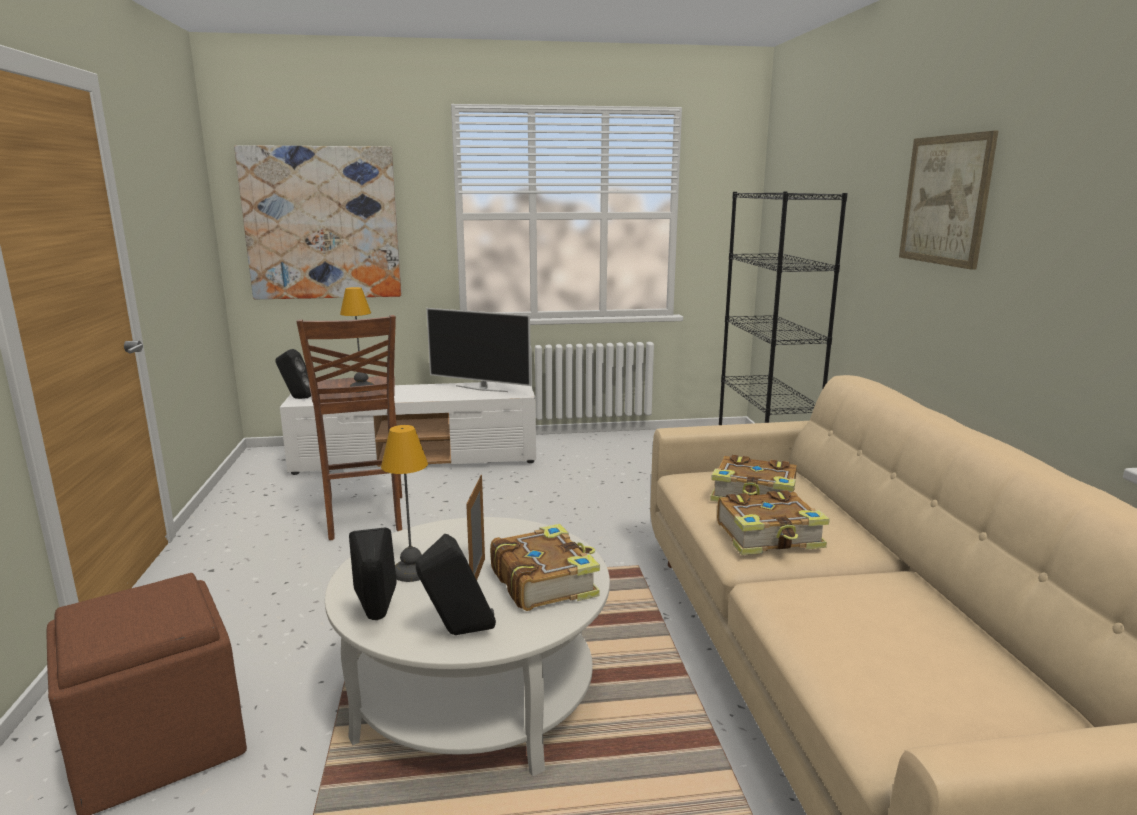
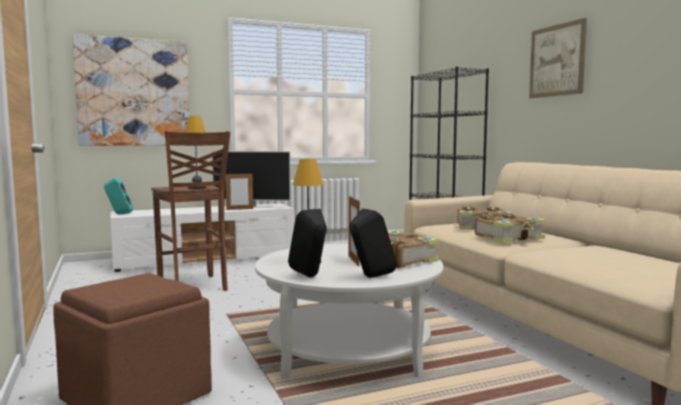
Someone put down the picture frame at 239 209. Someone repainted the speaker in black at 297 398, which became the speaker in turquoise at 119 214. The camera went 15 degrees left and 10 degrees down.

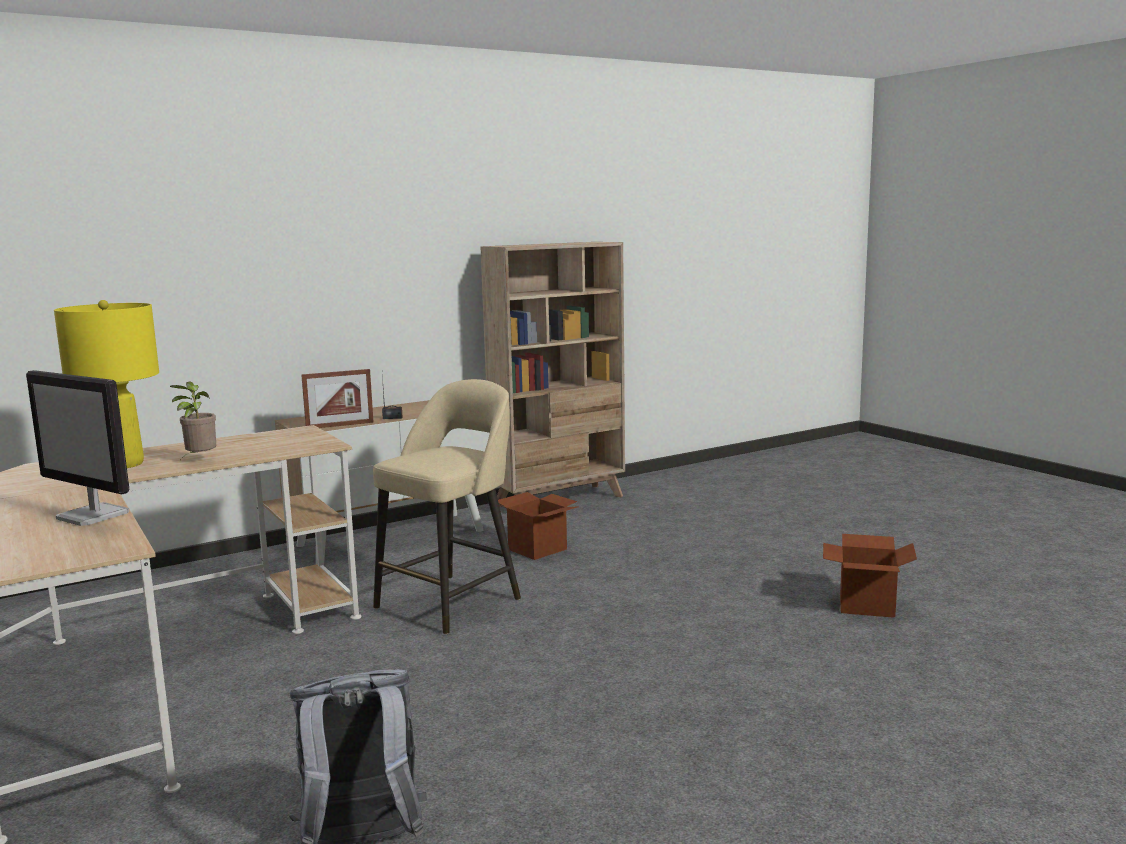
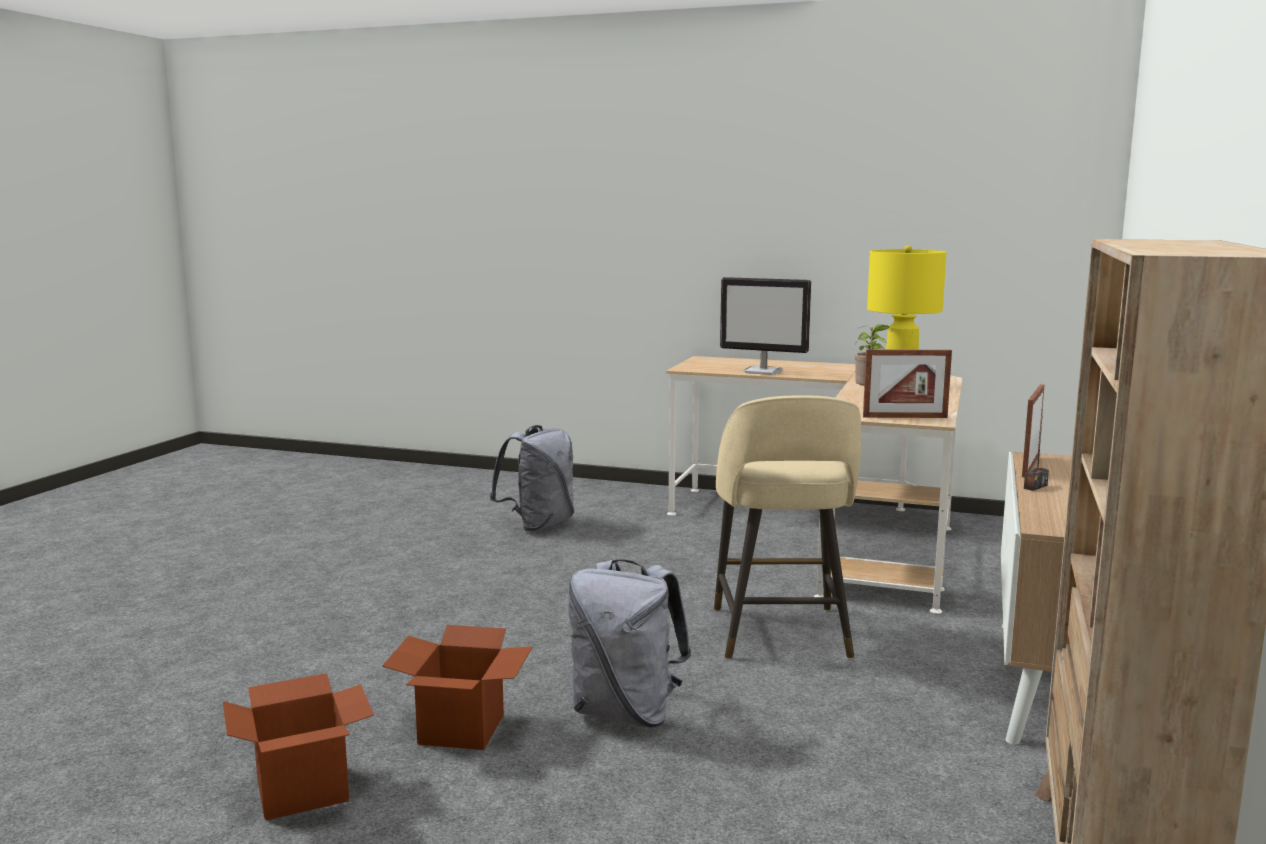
Someone put down the backpack in grey at 626 713. Someone put down the picture frame at 905 417. Someone carried the cardboard box from 537 549 to 461 729. Someone rotated the monitor at 94 516 by 150 degrees counterclockwise. The camera went 140 degrees right and 0 degrees up.

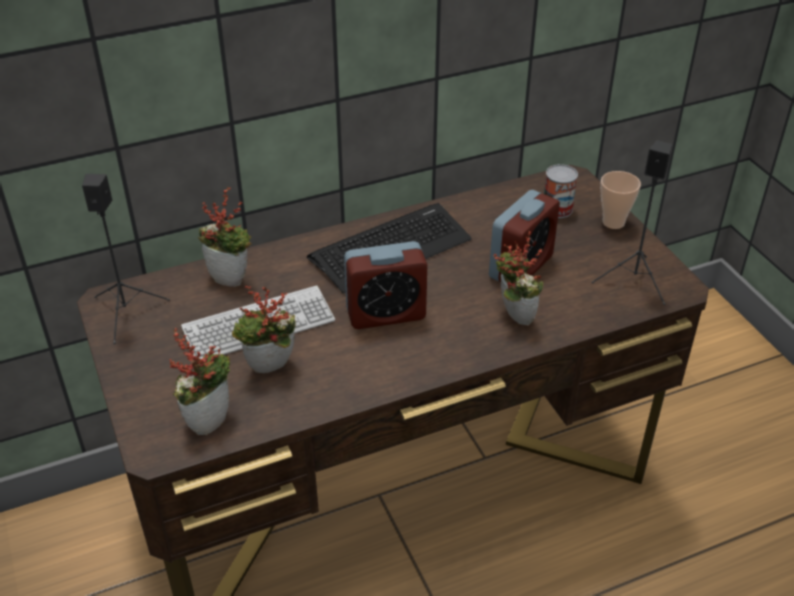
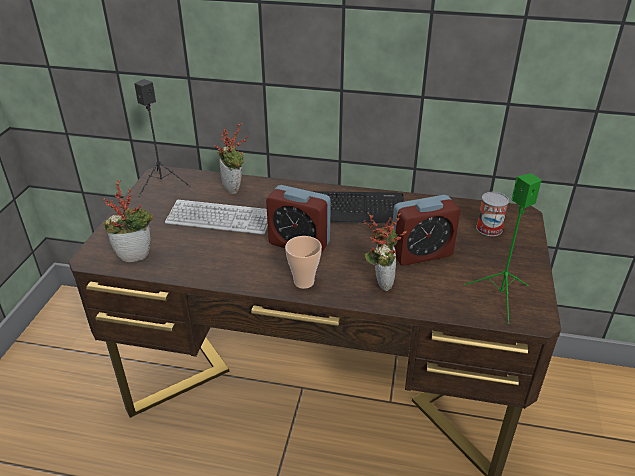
Someone took away the potted plant at 270 370. Someone carried the cup from 613 222 to 304 282. Someone repainted the speaker in black at 635 281, which became the speaker in green at 500 298. The camera went 35 degrees right and 5 degrees down.

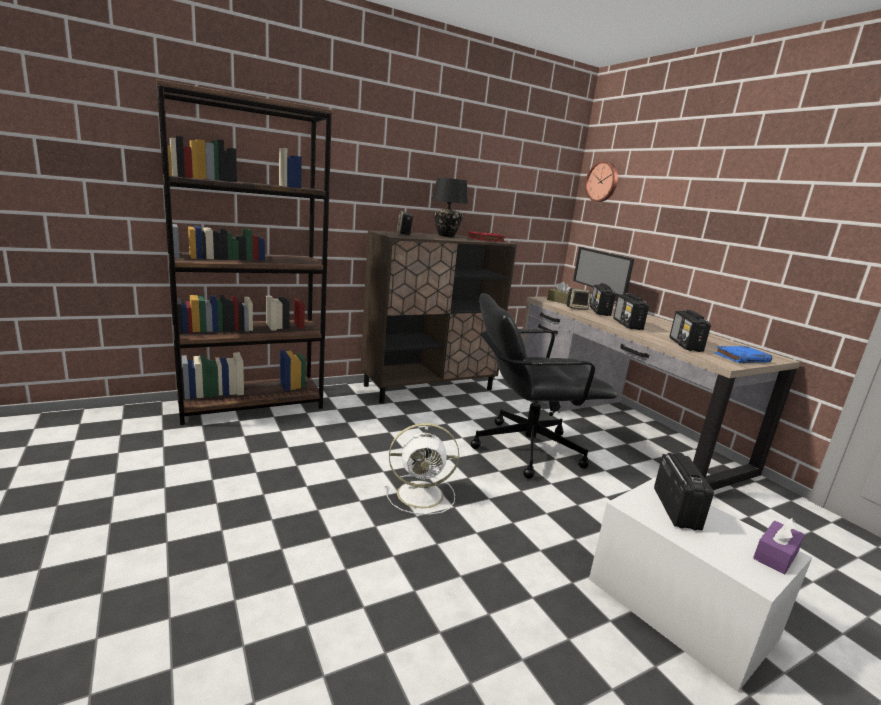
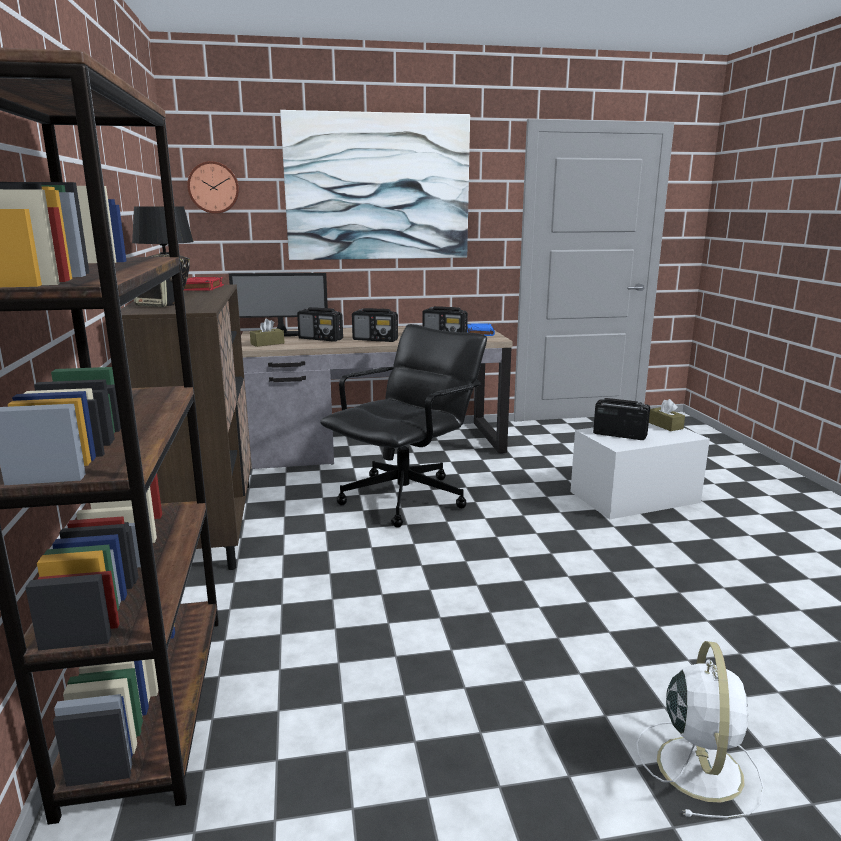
Someone took away the speaker at 577 308. Someone put up the picture at 378 187. Someone carried the fan in white from 422 494 to 698 765. Someone repainted the tissue box in purple at 775 555, which became the tissue box in brown at 665 425. Someone rotated the office chair in black at 525 448 by 150 degrees counterclockwise. The camera went 70 degrees left and 0 degrees up.

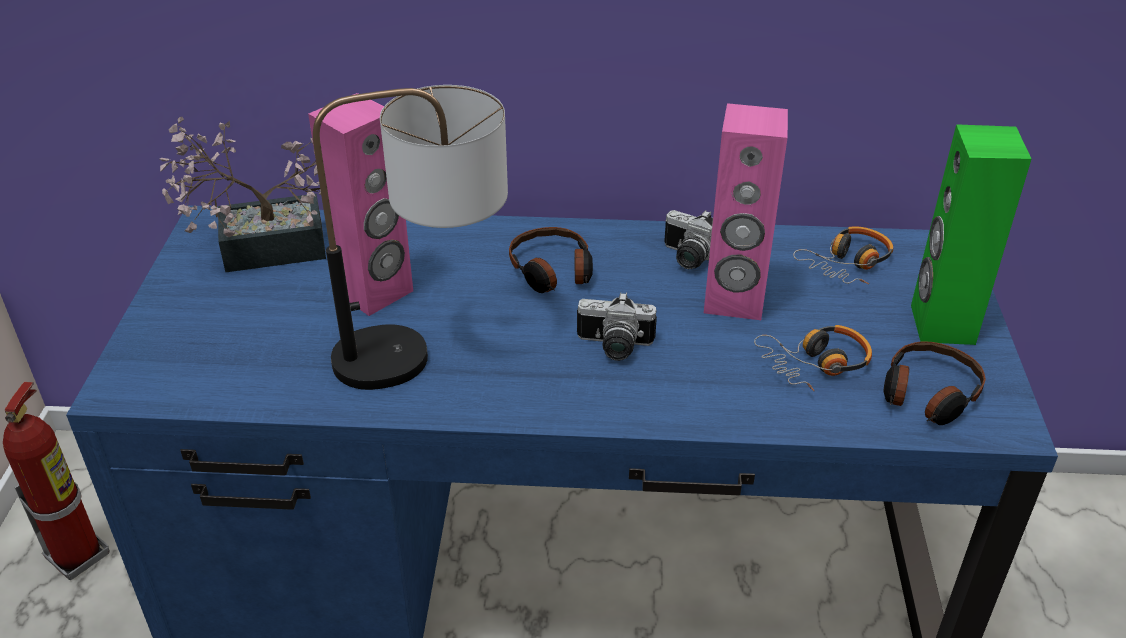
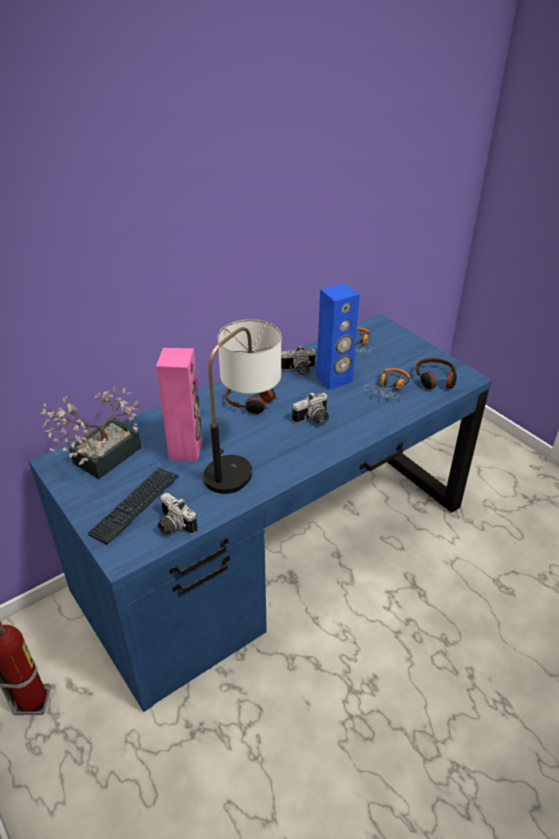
Someone took away the speaker in green at 941 324. Someone put down the keyboard at 135 505. Someone put down the photo camera at 173 526. Someone repainted the speaker in pink at 734 301, which became the speaker in blue at 334 379. The camera went 40 degrees left and 0 degrees up.

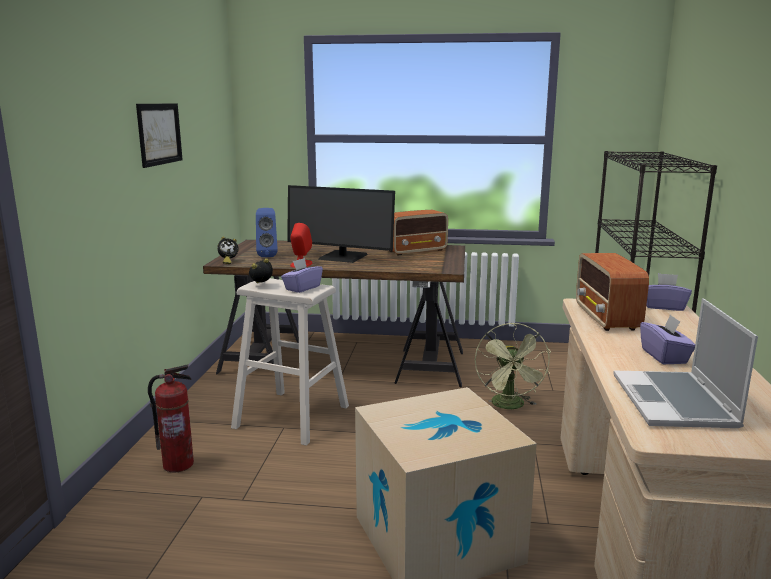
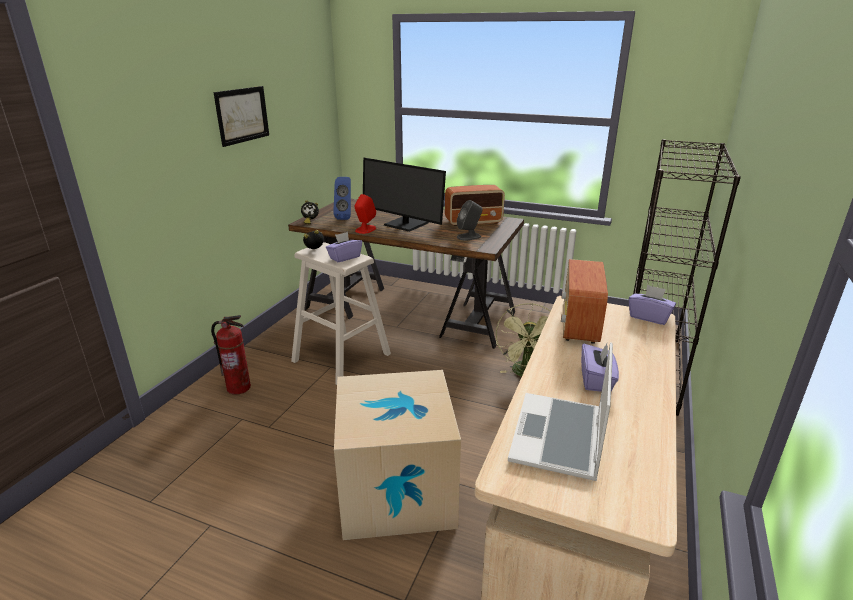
Someone put down the speaker in grey at 469 236. The camera went 15 degrees right and 10 degrees up.

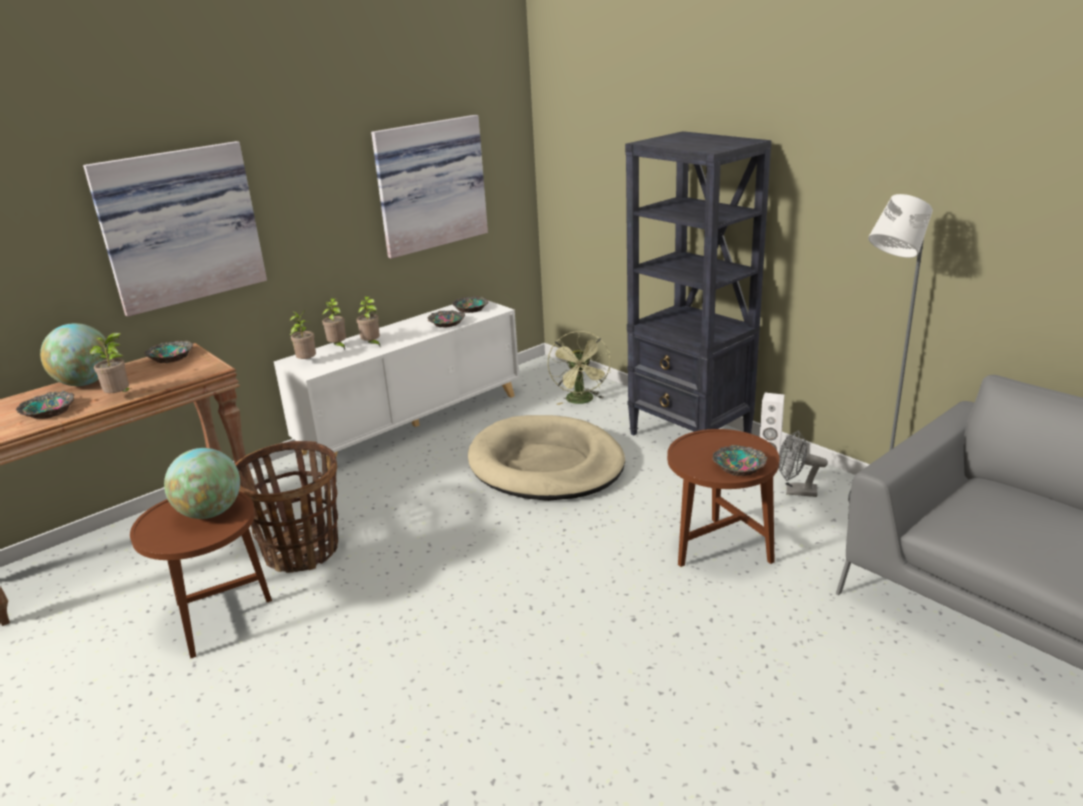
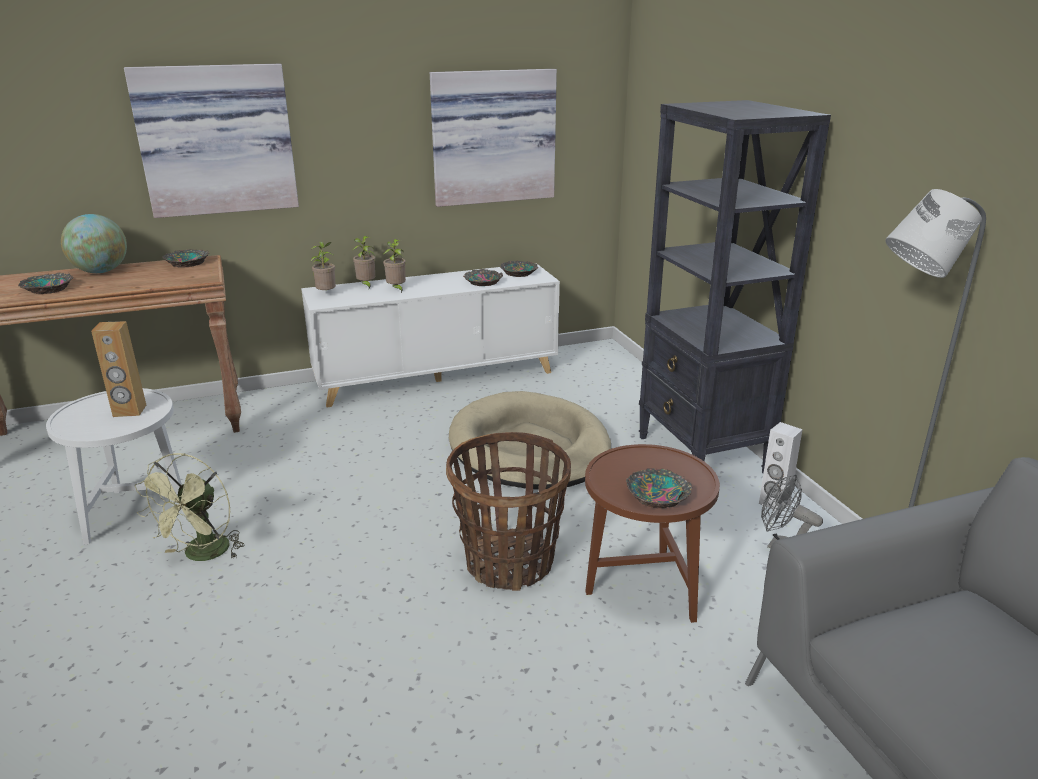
Someone took away the potted plant at 120 396. Someone carried the basket from 301 550 to 509 562. Someone carried the fan in green from 581 401 to 202 555. Someone swapped the globe at 210 513 for the speaker in brown at 129 411. Someone repainted the side table in brown at 219 617, which became the side table in white at 136 513. The camera went 20 degrees right and 0 degrees up.

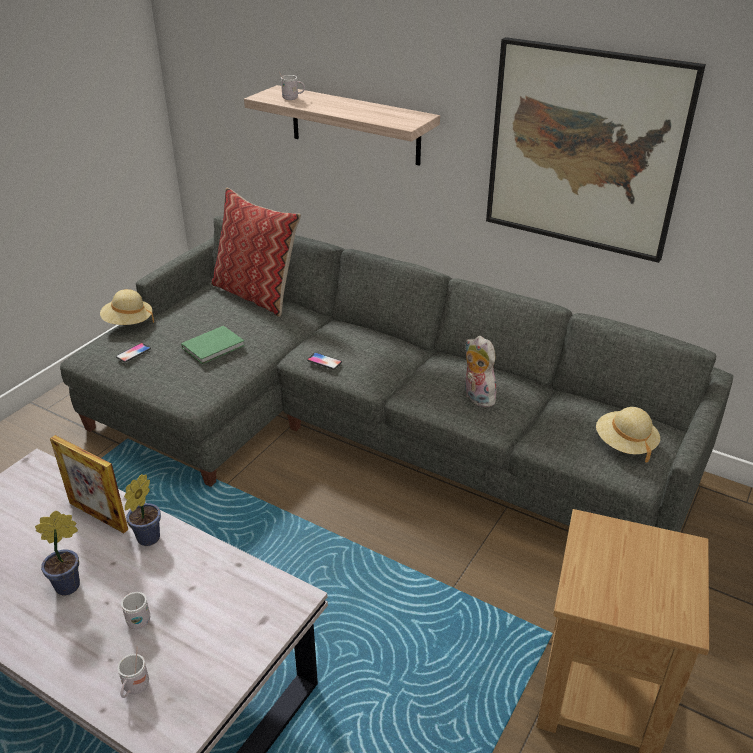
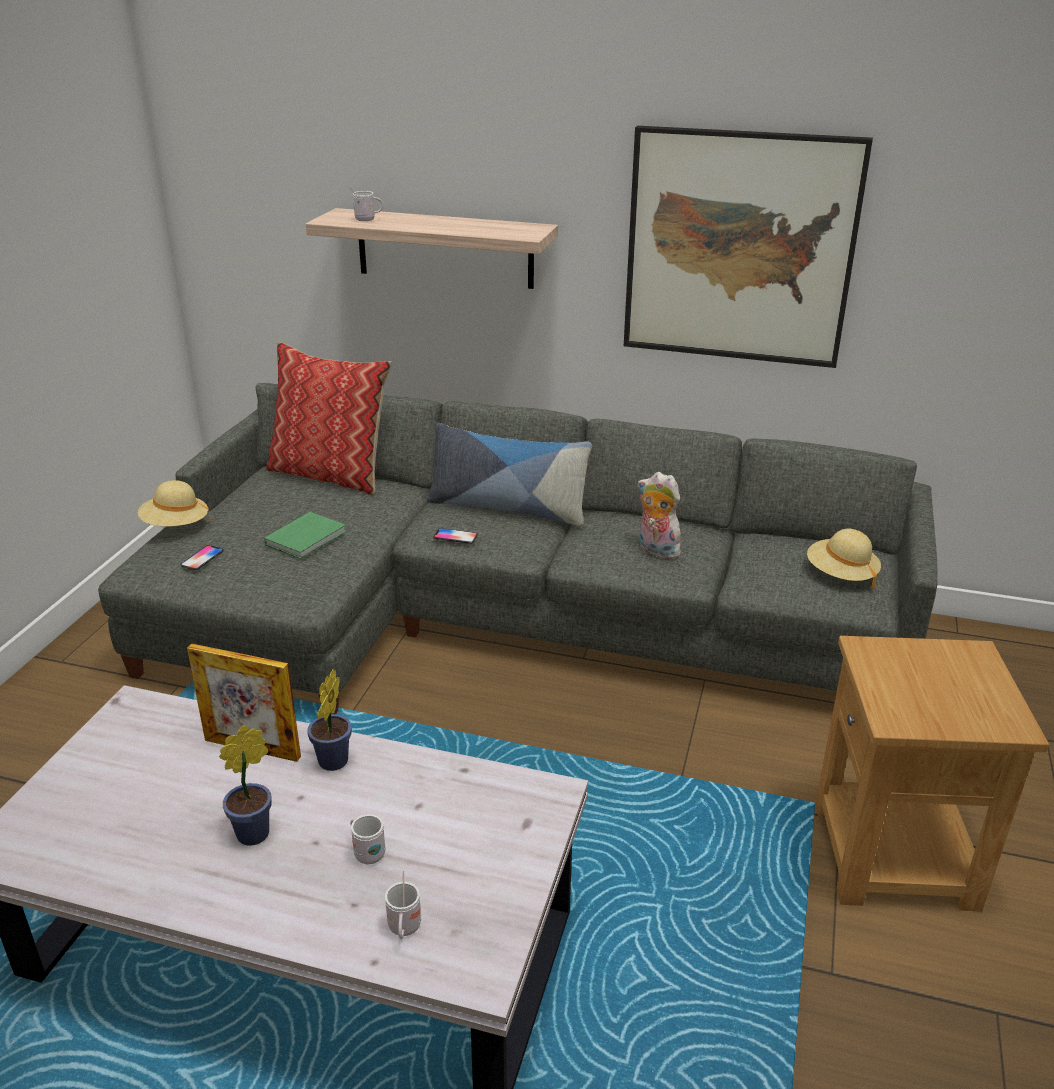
Someone put down the pillow at 508 508. The camera went 15 degrees left and 5 degrees down.

